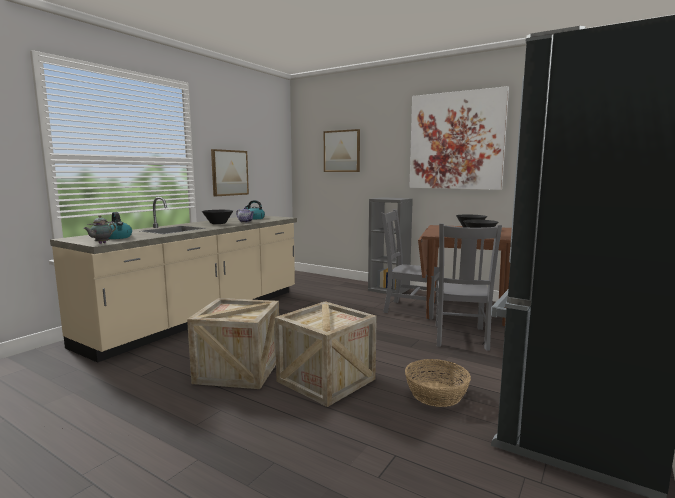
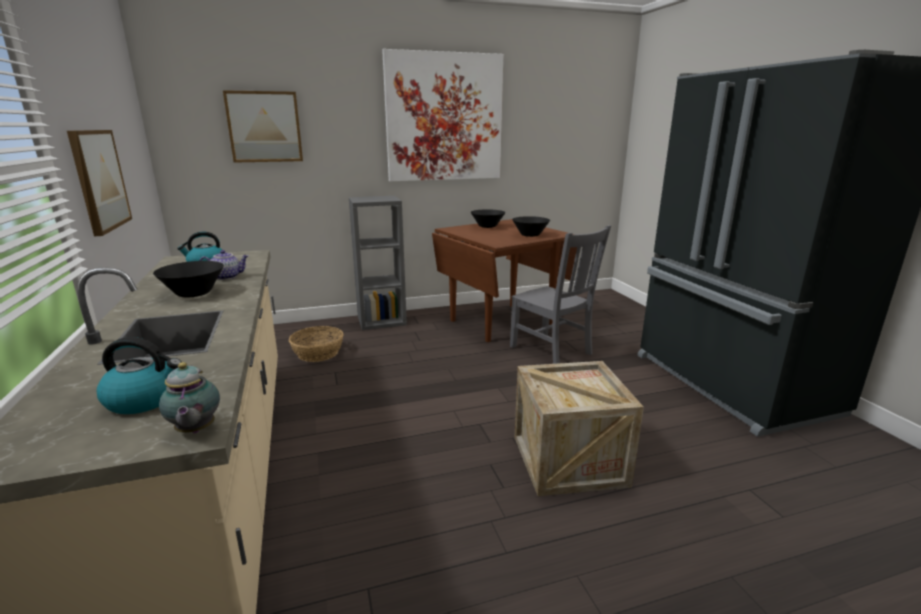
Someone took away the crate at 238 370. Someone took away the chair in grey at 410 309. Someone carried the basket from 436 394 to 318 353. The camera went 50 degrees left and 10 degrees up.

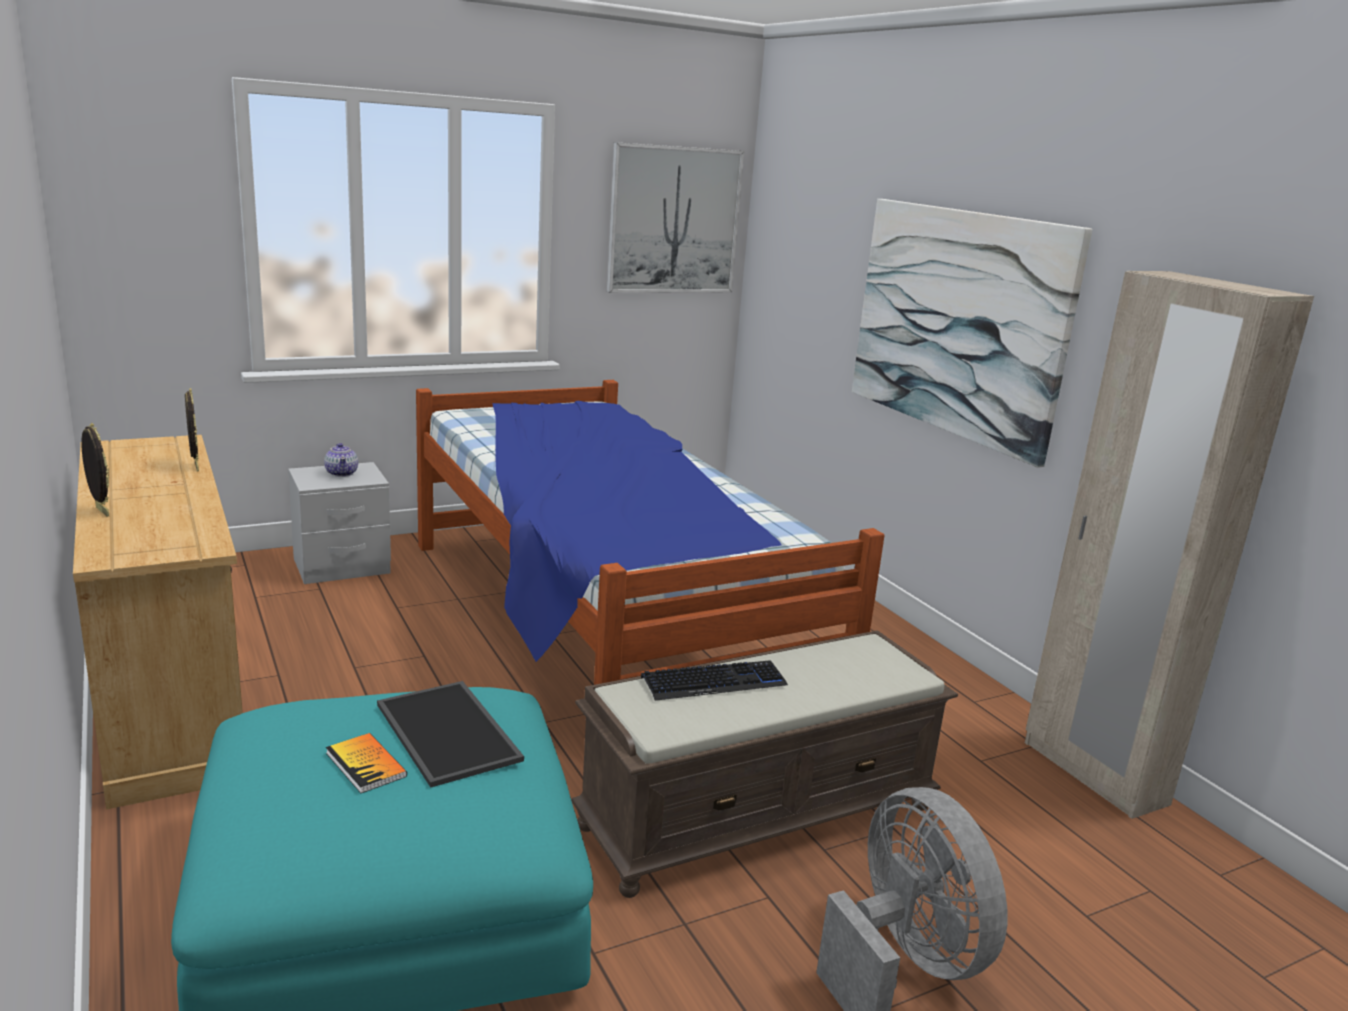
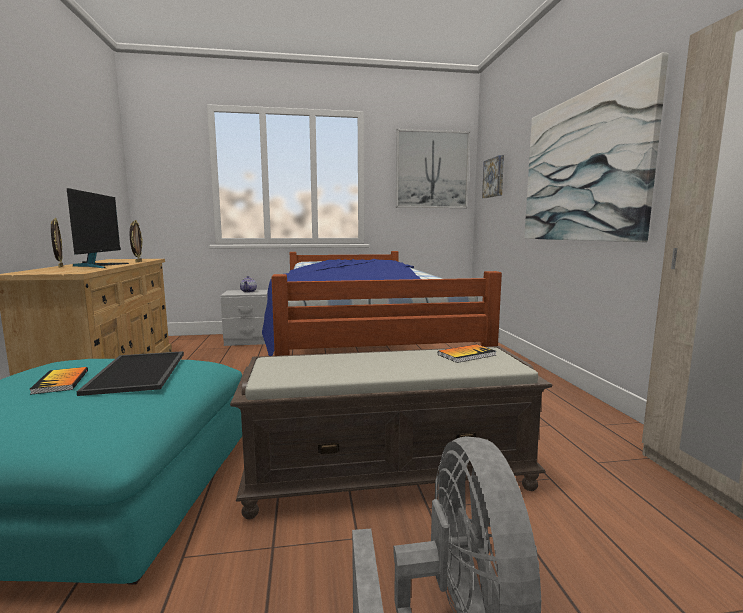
Someone took away the keyboard at 714 682. Someone put down the monitor at 99 266. Someone put down the book at 466 355. Someone put up the picture at 494 177. The camera went 20 degrees right and 10 degrees down.

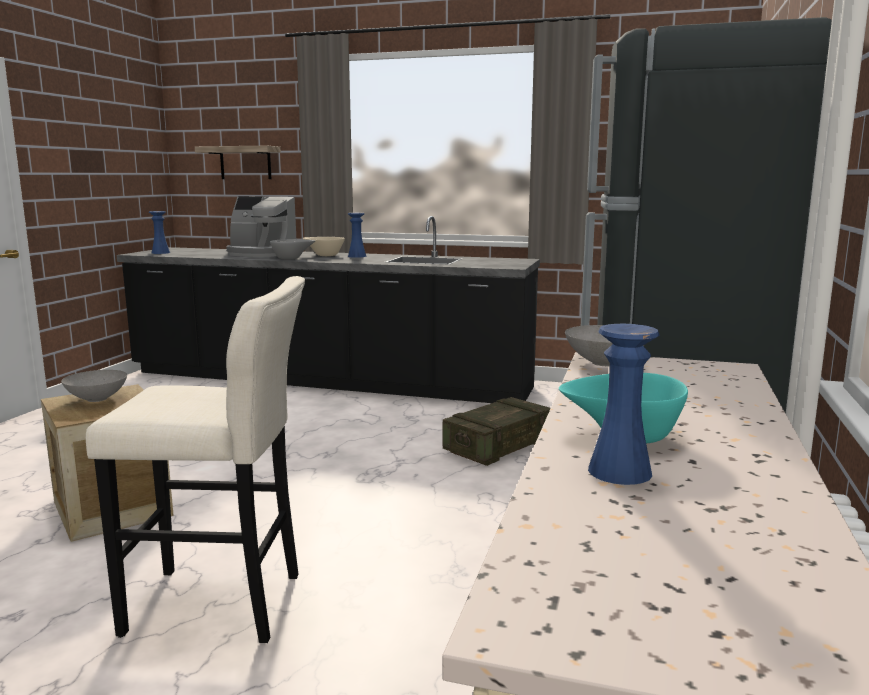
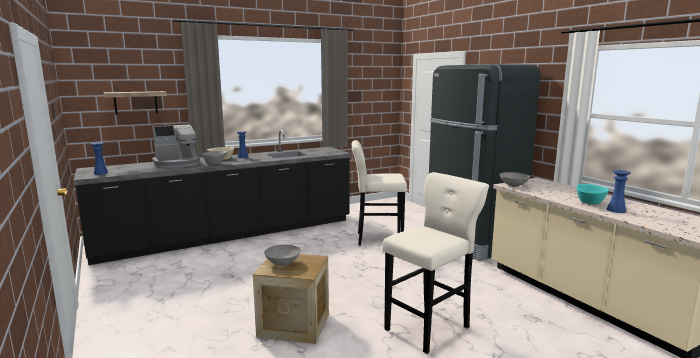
Someone swapped the crate at 498 447 for the stool in beige at 376 239. The camera went 45 degrees left and 0 degrees up.

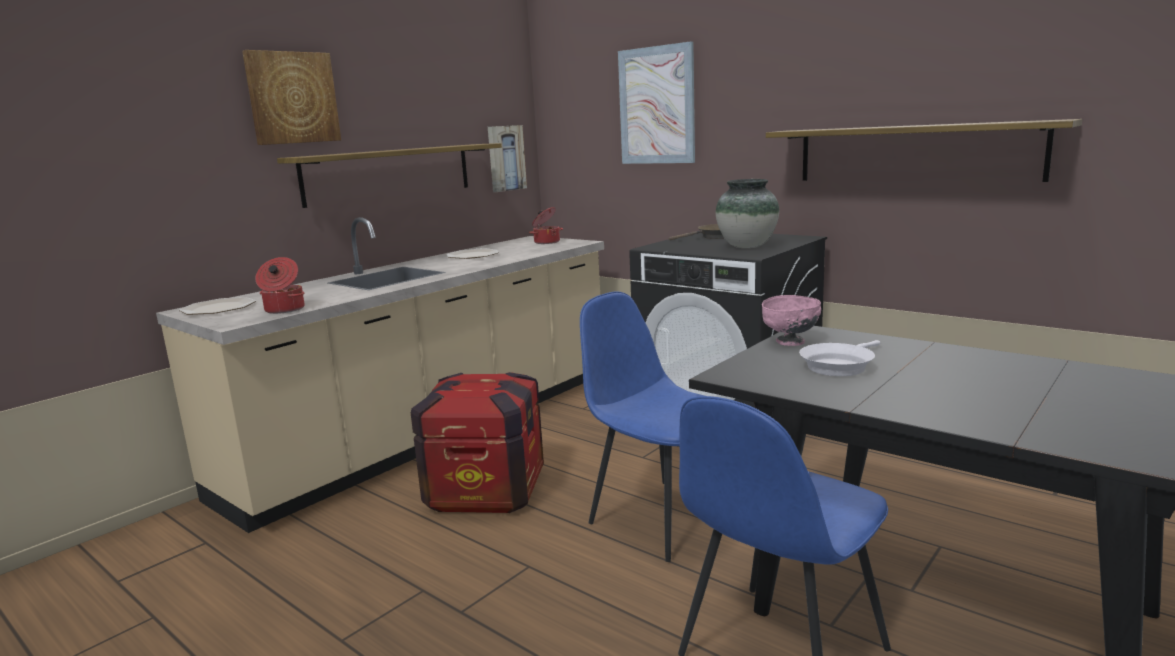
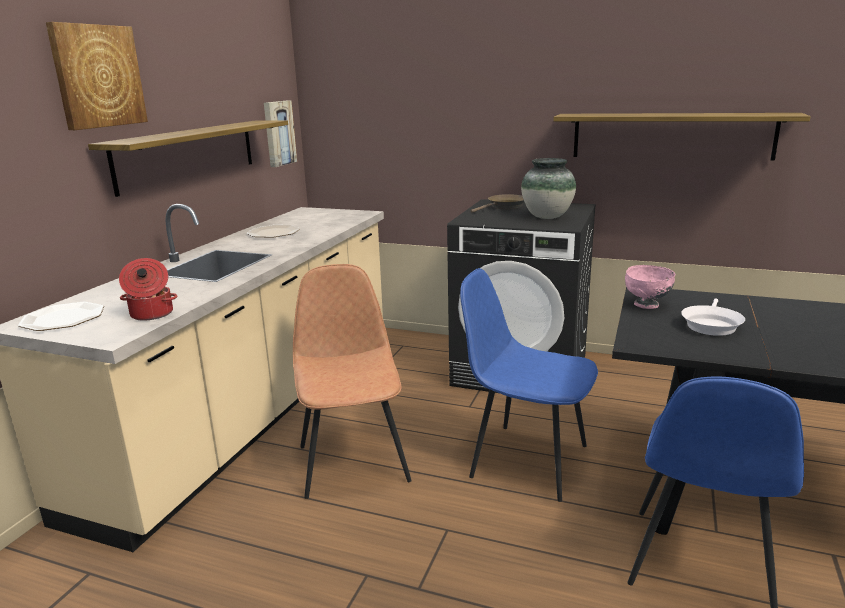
Someone took away the cooking pot at 546 242. Someone took away the picture at 656 106. Someone swapped the crate at 486 490 for the chair in brown at 353 461. The camera went 20 degrees left and 5 degrees up.

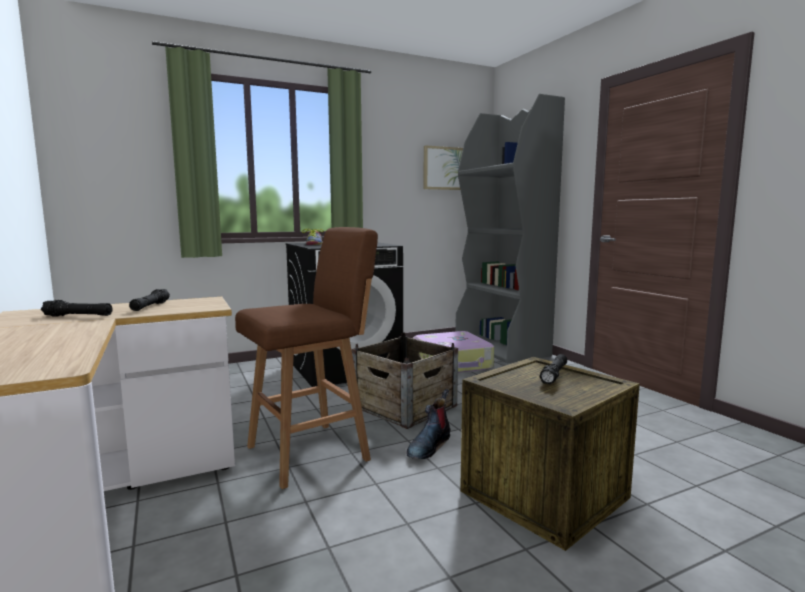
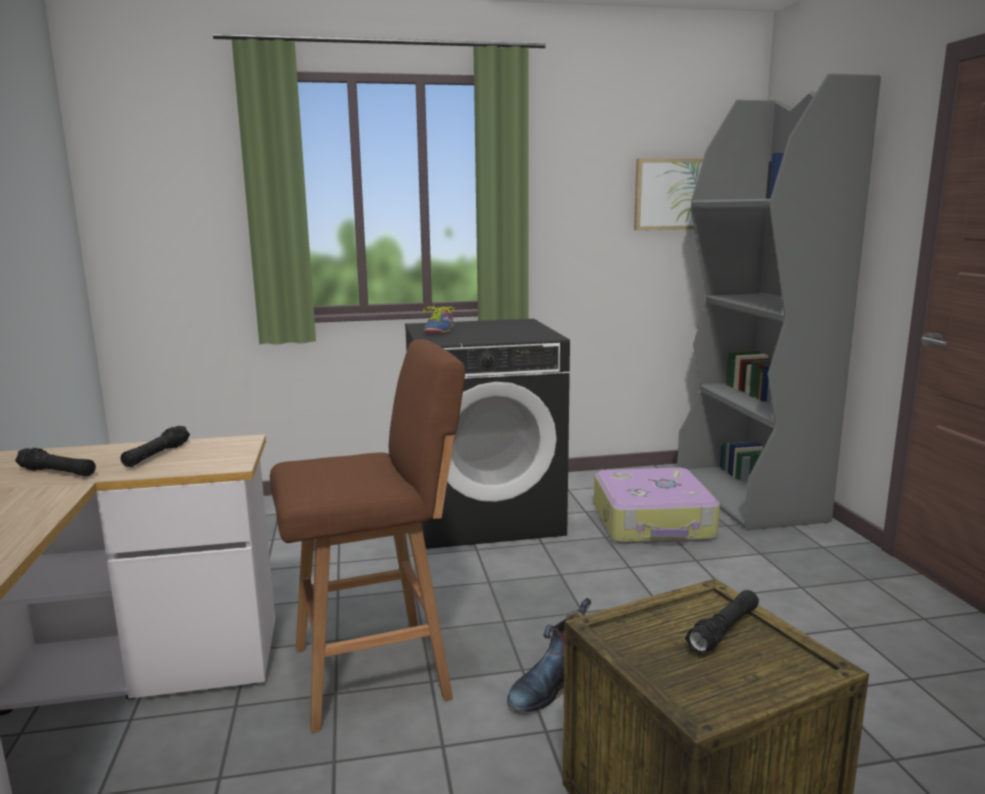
Someone took away the crate at 405 406. The camera went 15 degrees right and 5 degrees up.

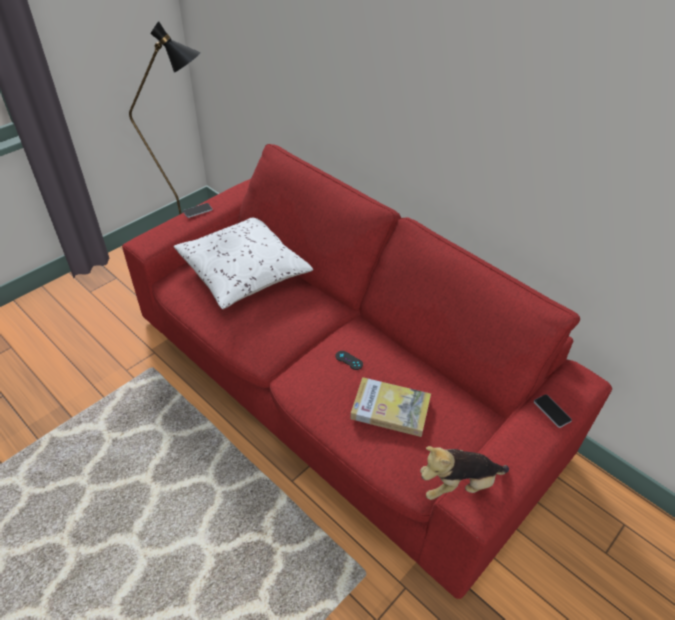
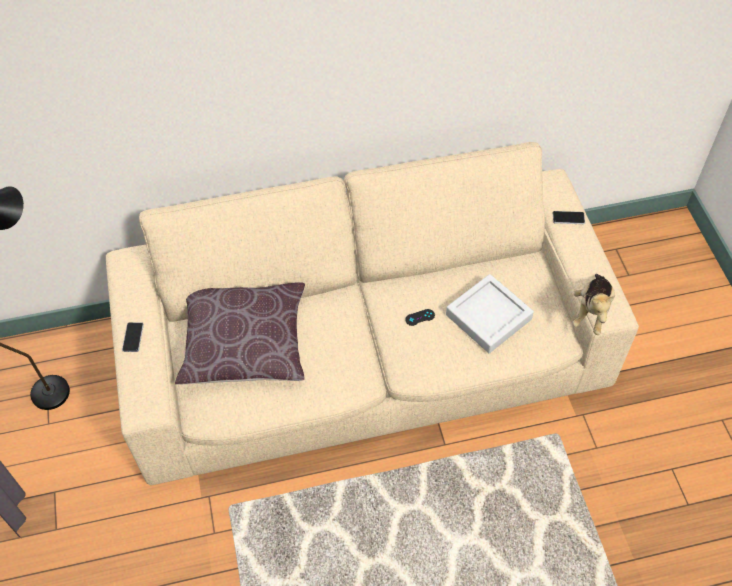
Someone swapped the book at 390 409 for the tray in grey at 488 317. Someone repainted the sofa in red at 336 384, which became the sofa in beige at 366 356. Someone repainted the pillow in white at 243 272, which became the pillow in brown at 244 343. The camera went 55 degrees left and 10 degrees up.

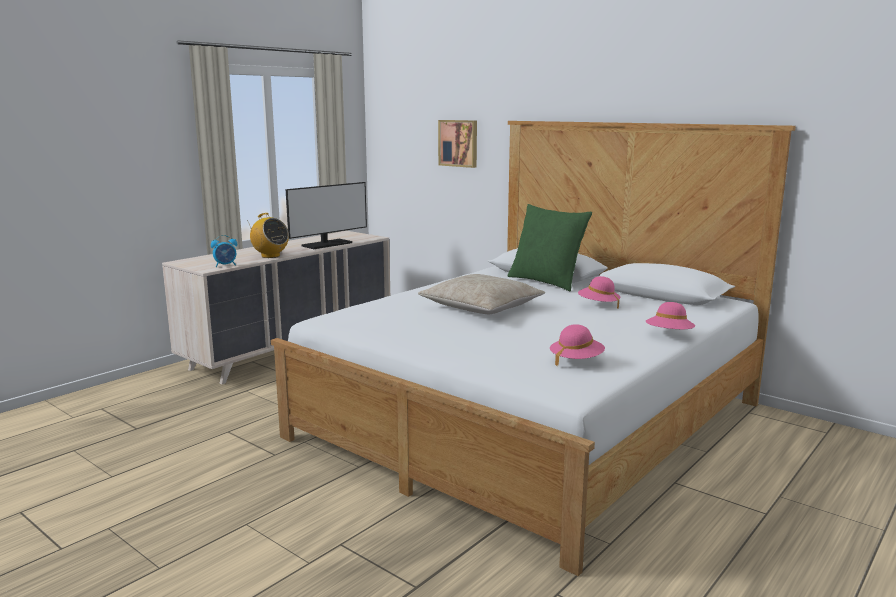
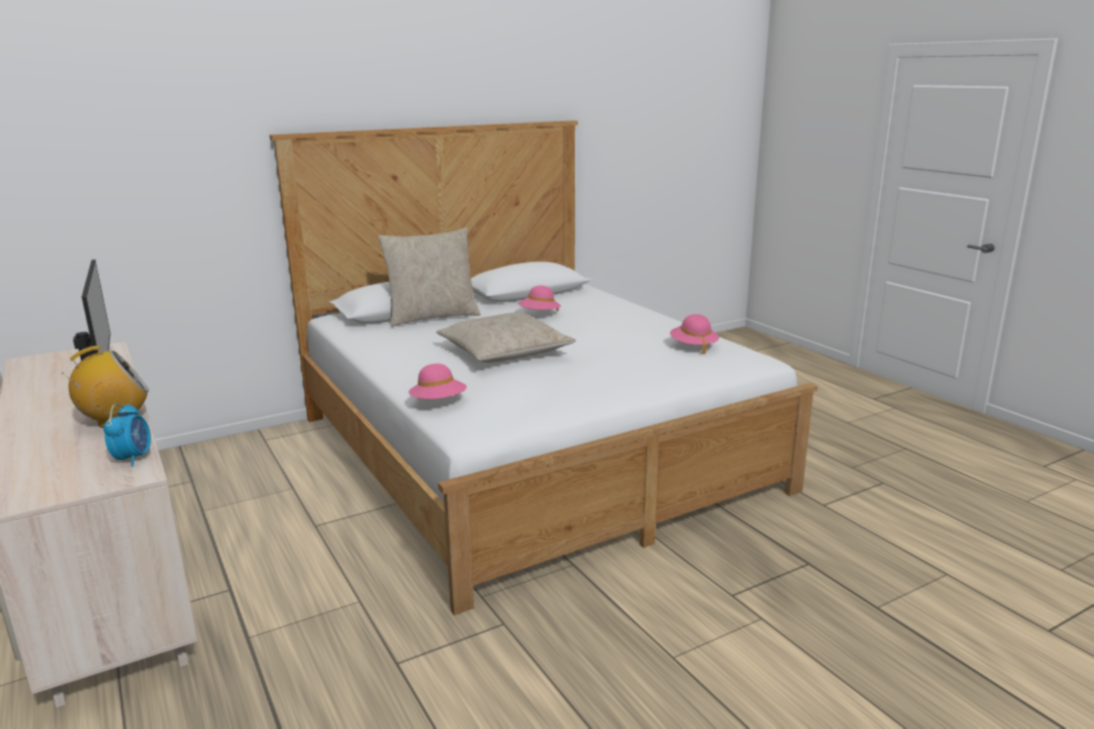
Someone took away the picture at 459 143. Someone carried the hat in pink from 669 335 to 438 403. Someone repainted the pillow in green at 546 282, which became the pillow in beige at 432 317. The camera went 70 degrees left and 5 degrees up.

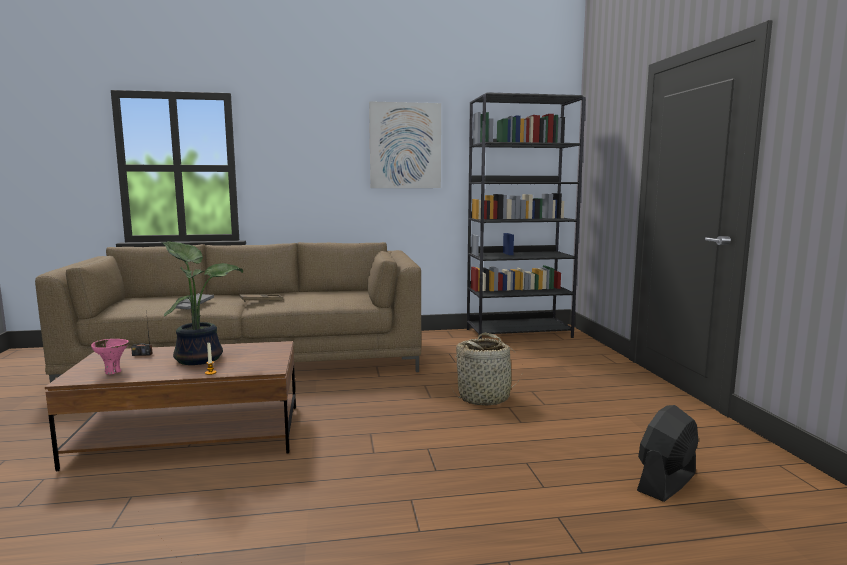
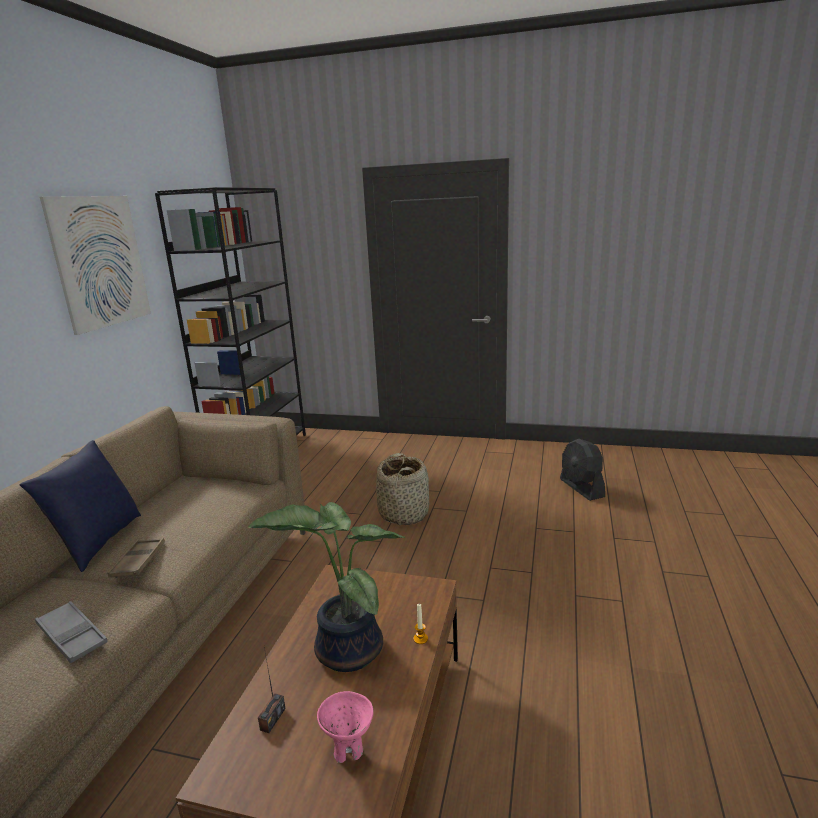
Someone put down the pillow in blue at 98 542. The camera went 65 degrees left and 10 degrees up.

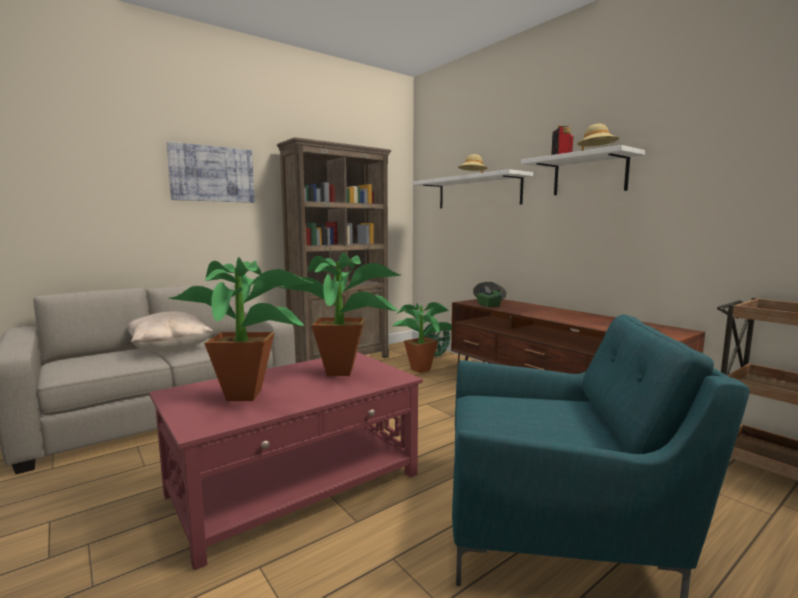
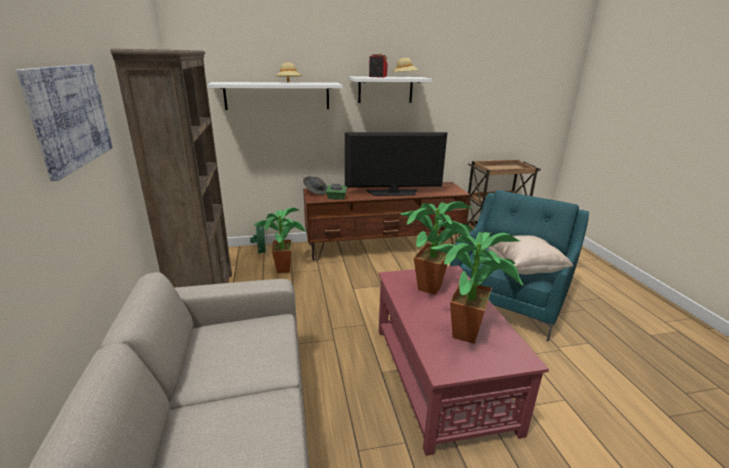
Someone put down the television at 393 193. Someone carried the pillow in beige from 170 349 to 523 269. The camera went 65 degrees left and 15 degrees up.

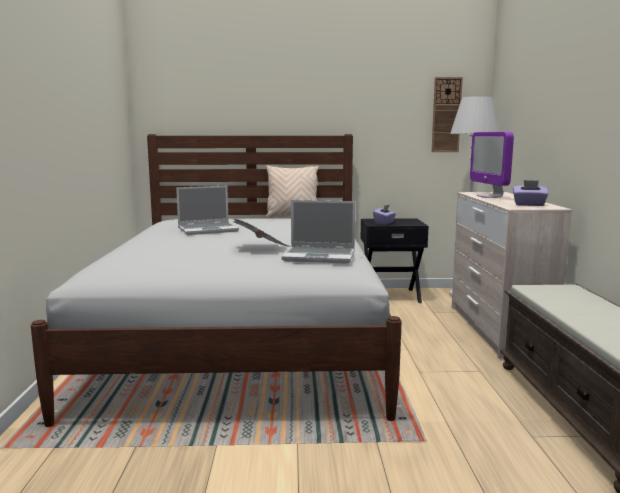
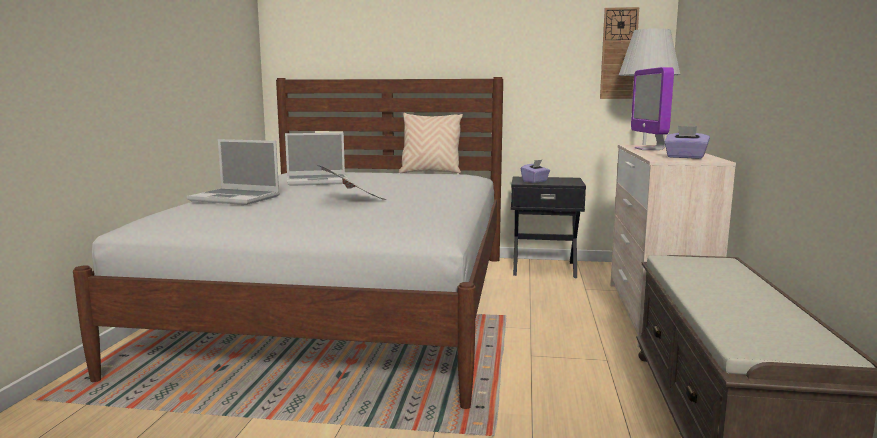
Someone carried the laptop from 320 256 to 236 198. The camera went 10 degrees right and 0 degrees up.

